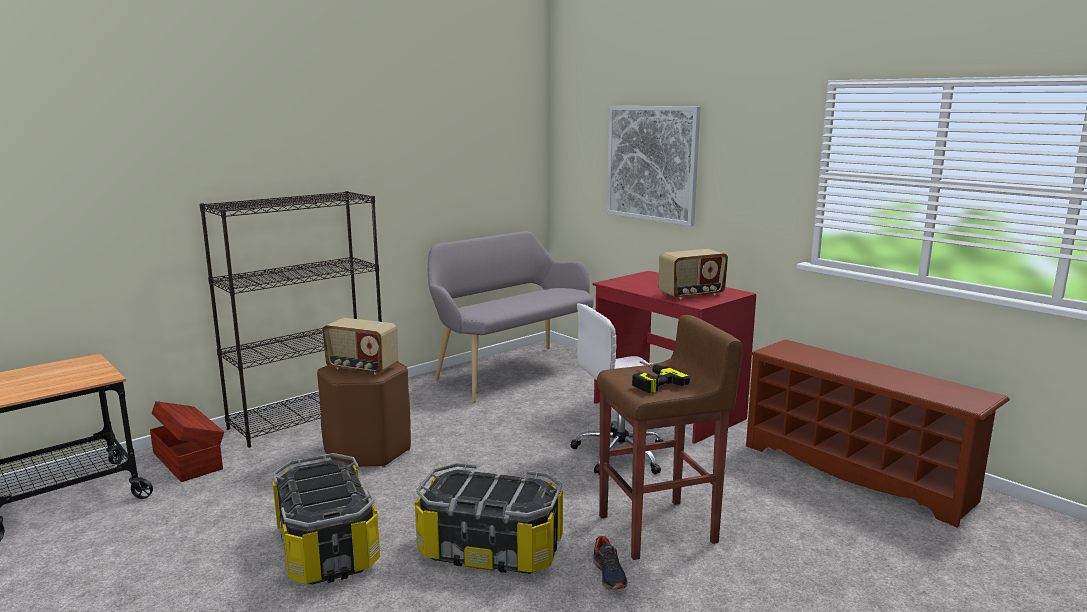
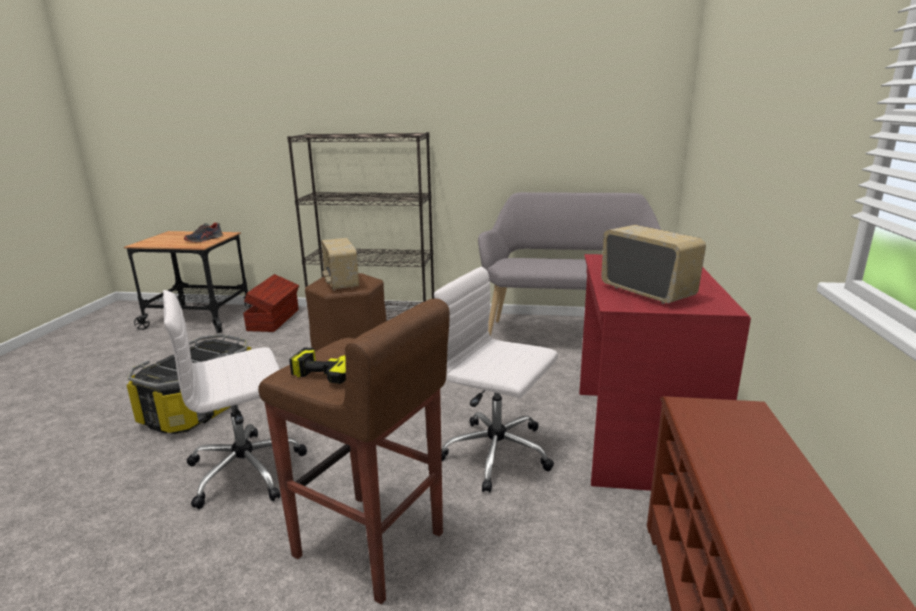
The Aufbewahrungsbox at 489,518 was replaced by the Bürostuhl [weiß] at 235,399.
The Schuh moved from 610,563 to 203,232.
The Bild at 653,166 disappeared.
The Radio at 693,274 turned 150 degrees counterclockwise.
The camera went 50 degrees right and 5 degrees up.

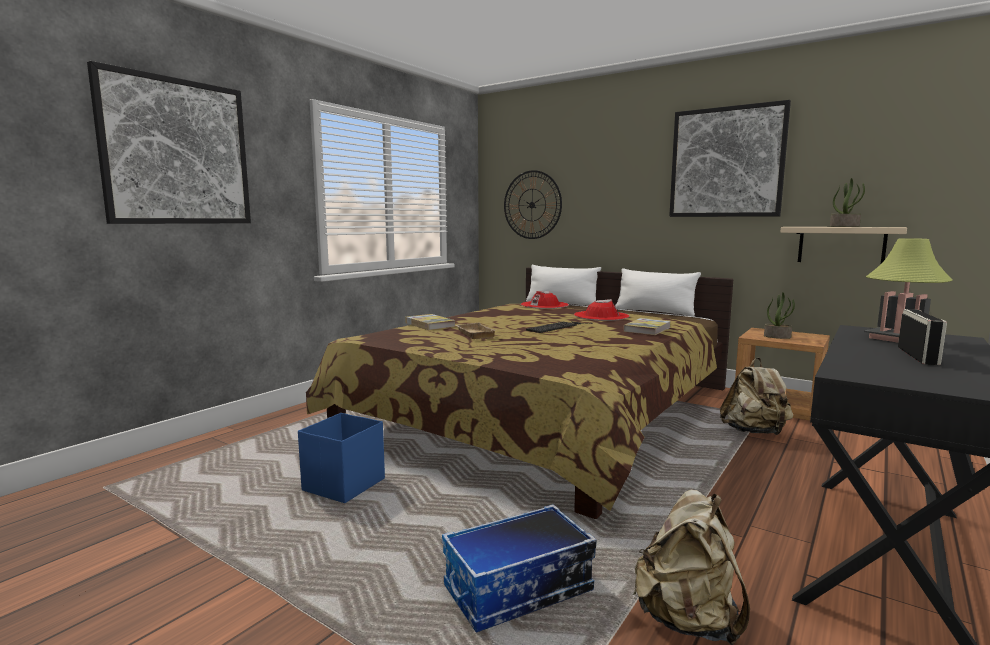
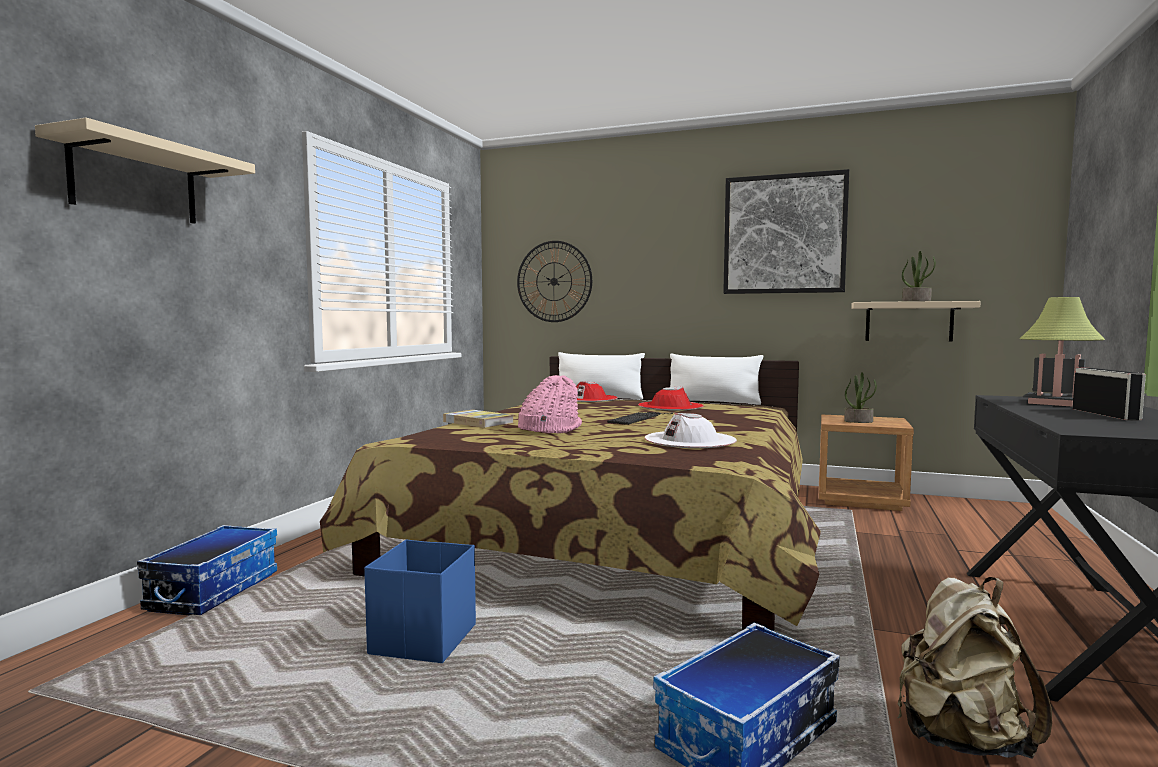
The Bild at 169,142 was replaced by the Wandregal [beige] at 145,171.
The Tablett [beige] at 475,330 was replaced by the Hut [rosa] at 550,404.
The Buch at 647,326 disappeared.
The Rucksack [beige] at 756,396 disappeared.
The Aufbewahrungsbox at 207,570 appeared.
The Hut [weiß] at 691,430 appeared.
The camera went 15 degrees left and 5 degrees down.

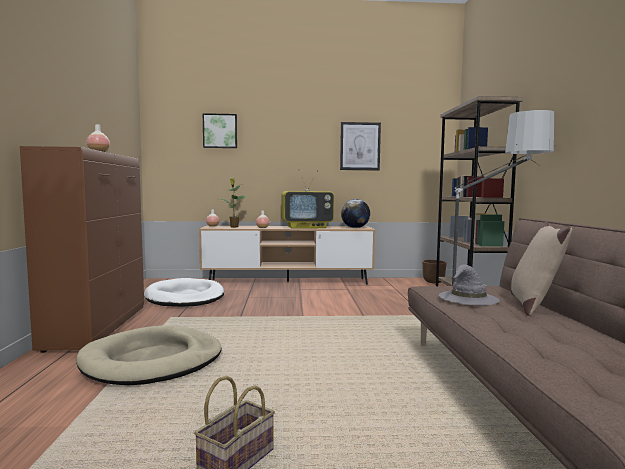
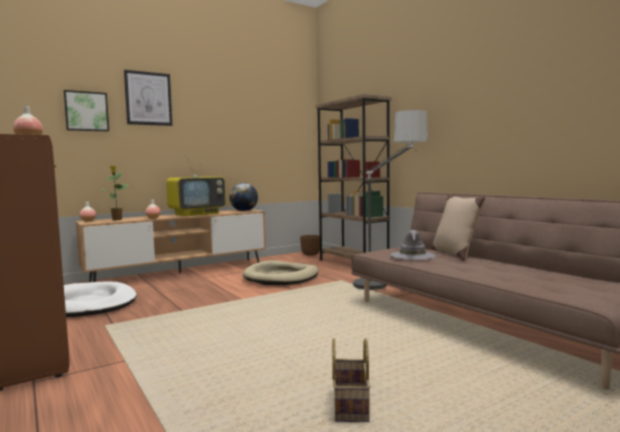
The Hundebett [beige] moved from 149,355 to 281,272.
The Bild moved from 360,146 to 148,98.
The camera went 30 degrees left and 0 degrees up.

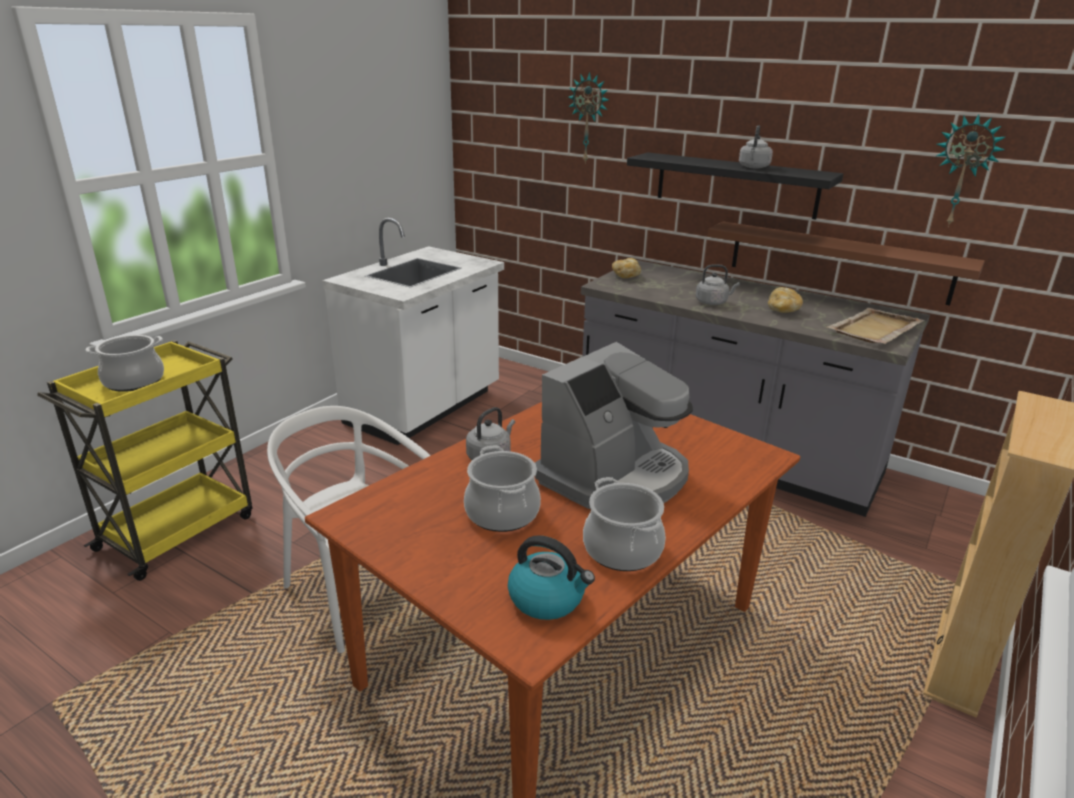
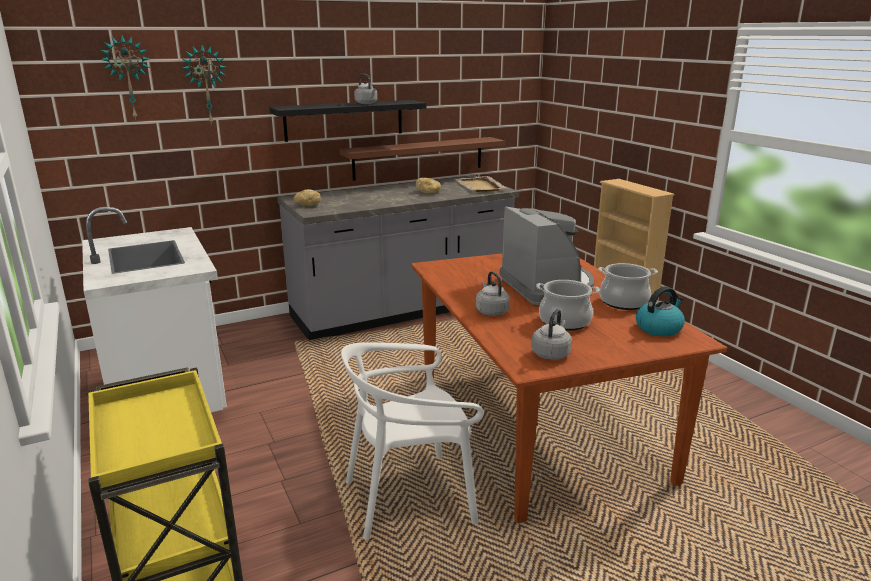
The Kochtopf at 125,363 disappeared.
The Wasserkessel [grau] moved from 718,284 to 552,334.
The Wanduhr moved from 971,170 to 125,77.
The camera went 60 degrees left and 5 degrees down.

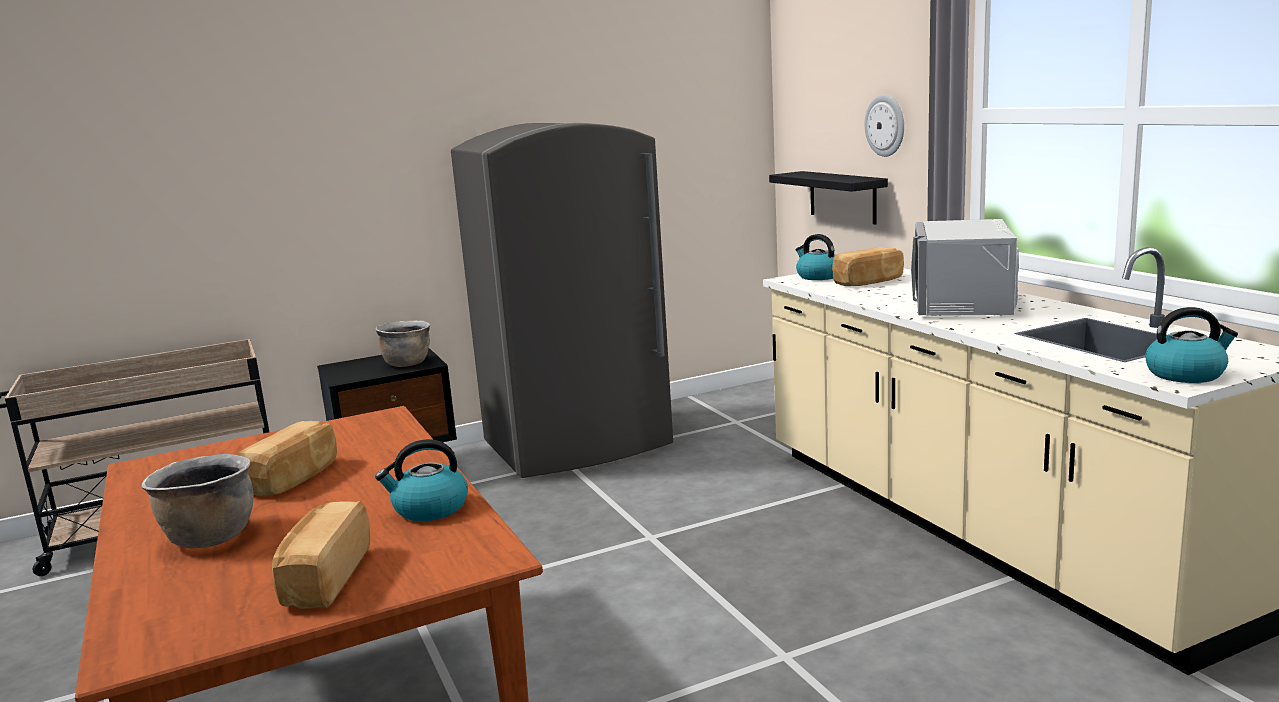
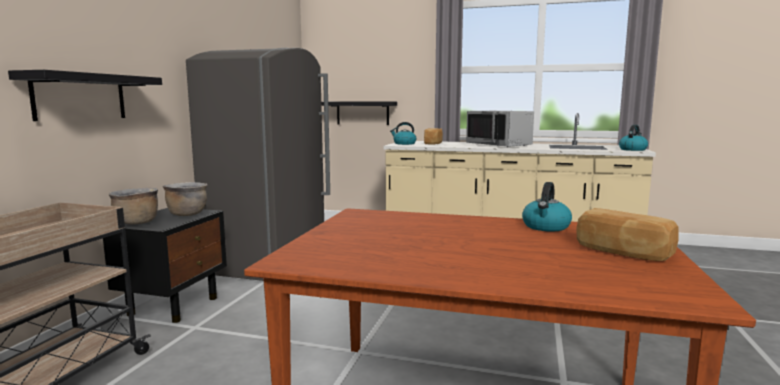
The Kochtopf [braun] moved from 198,501 to 133,206.
The Brot at 287,458 disappeared.
The Wanduhr at 884,126 disappeared.
The Wandregal [schwarz] at 85,95 appeared.
The camera went 50 degrees left and 5 degrees down.

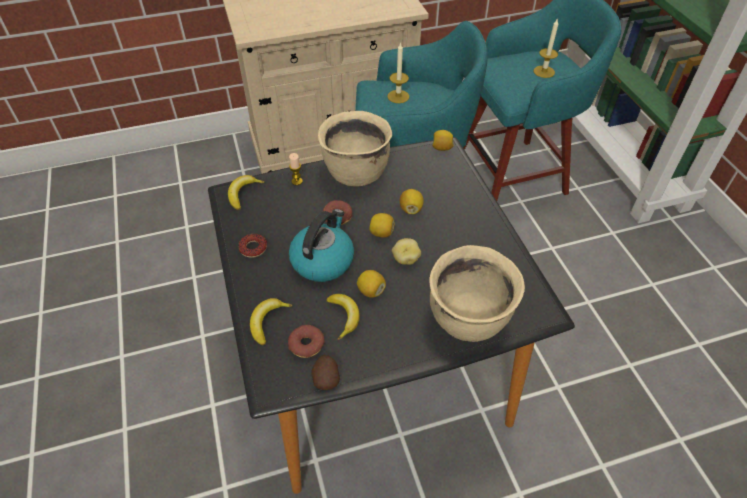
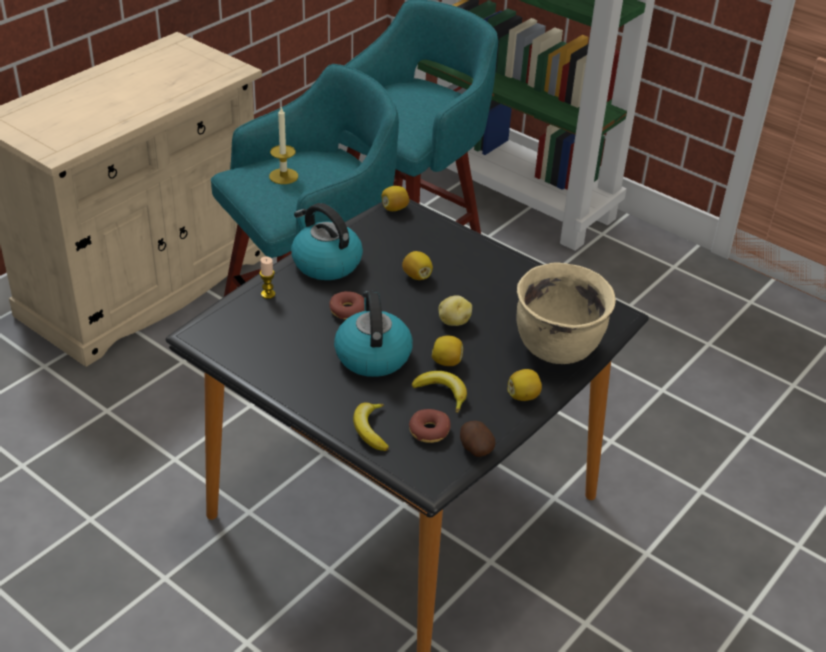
The Banane at 246,192 disappeared.
The Donut at 252,246 disappeared.
The Kochtopf [beige] at 355,149 was replaced by the Wasserkessel at 327,241.
The Zitrone moved from 382,225 to 524,385.
The Kerze at 546,48 disappeared.
The camera went 35 degrees left and 10 degrees down.

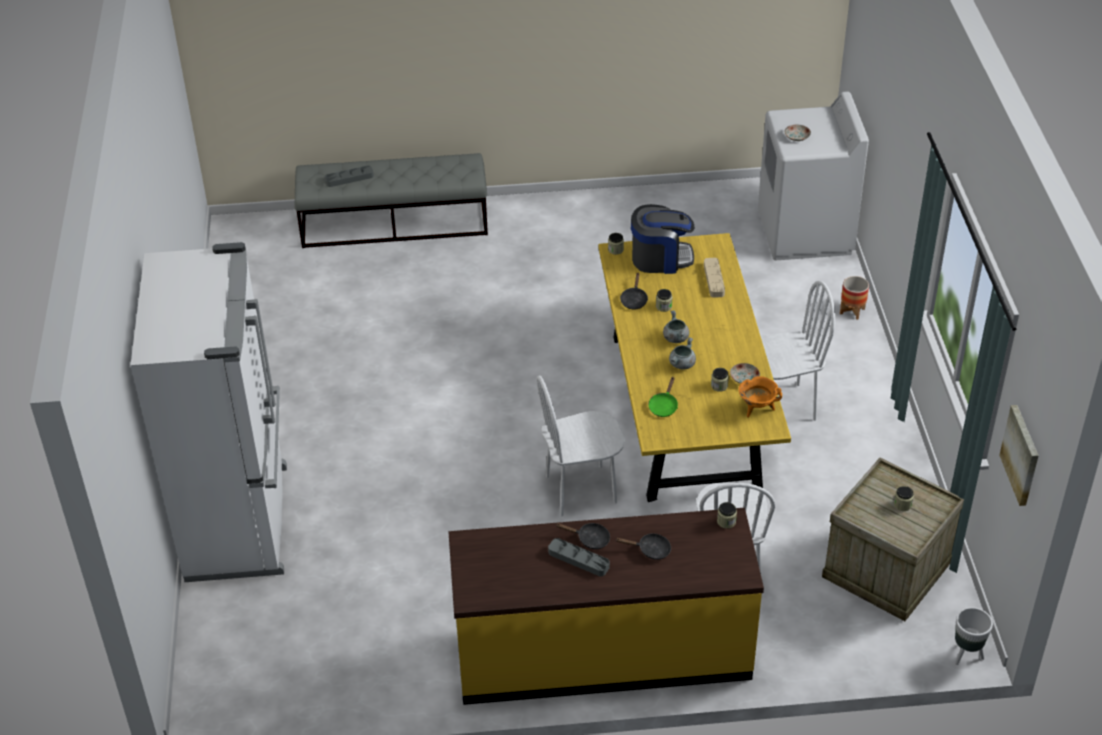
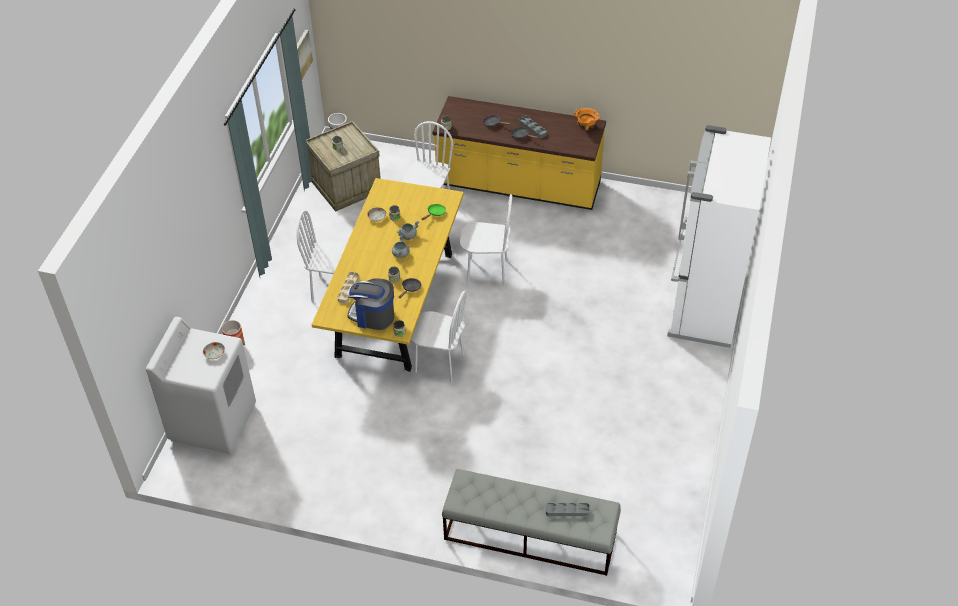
The Kochtopf [orange] moved from 760,396 to 587,119.
The Stuhl [weiß] at 439,337 appeared.
The camera went 160 degrees left and 5 degrees up.

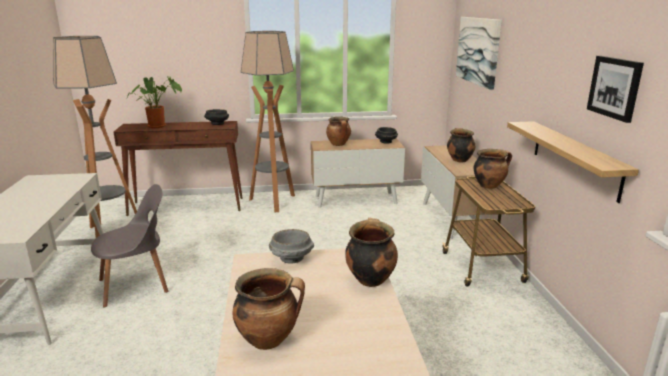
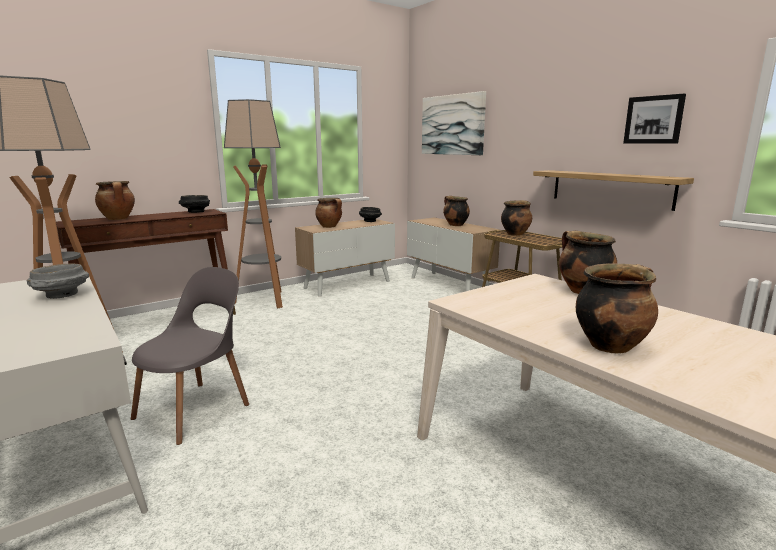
The Topfpflanze at 154,102 was replaced by the Kochtopf at 115,200.
The Schüssel [grau] moved from 291,246 to 58,281.
The camera went 30 degrees left and 5 degrees down.

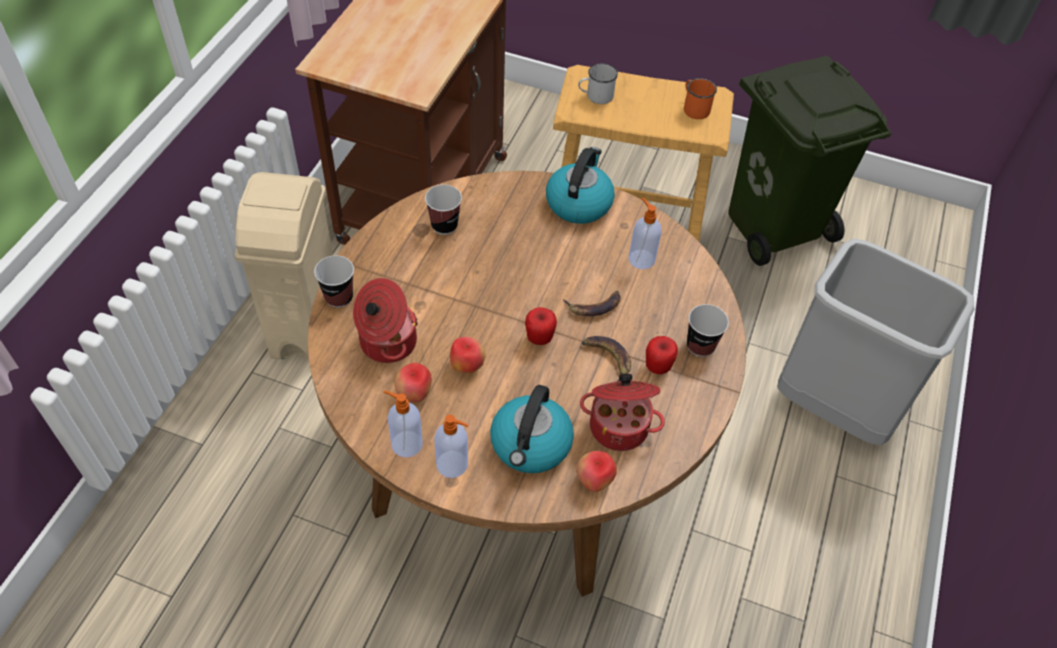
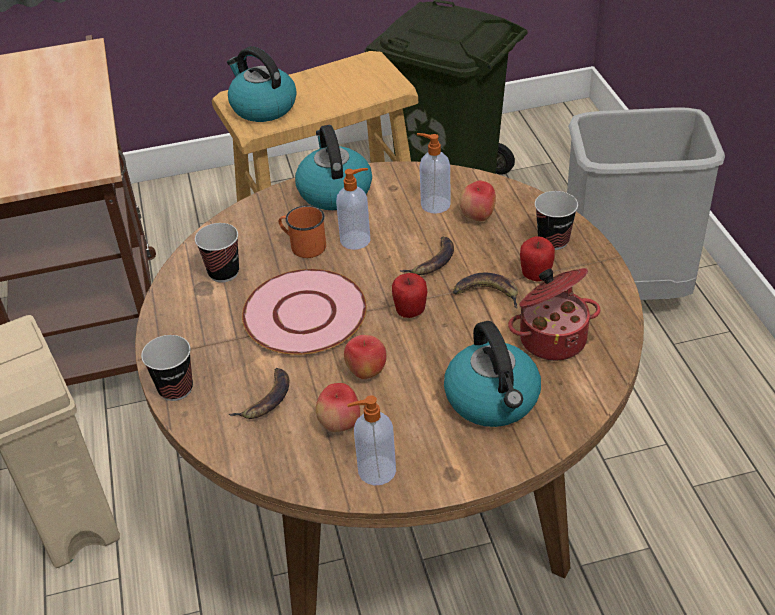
The Kochtopf at 385,320 was replaced by the Banane at 259,393.
The Seifenspender moved from 451,446 to 353,209.
The Apfel moved from 596,471 to 477,201.
The Henkelbecher [weiß] at 598,83 was replaced by the Wasserkessel at 262,84.
The Henkelbecher [orange] moved from 700,98 to 302,231.
The Teller [rosa] at 304,312 appeared.
The camera went 30 degrees left and 10 degrees down.

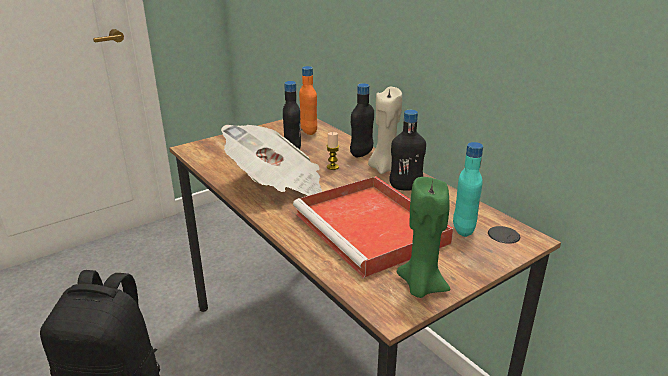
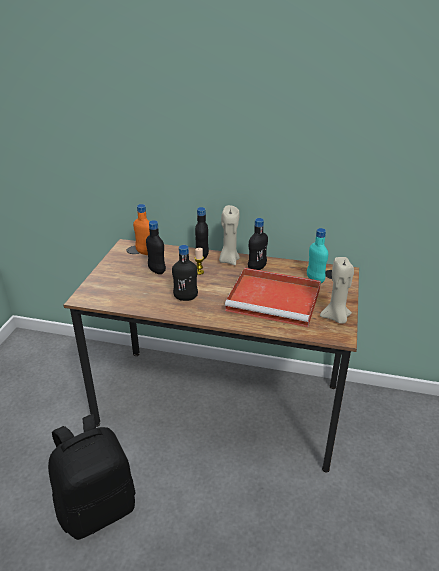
The Zeitung at 271,160 was replaced by the Flasche [schwarz] at 185,273.
The Kerze [grün] at 424,237 became the Kerze [beige] at 337,290.
The camera went 40 degrees left and 5 degrees up.

